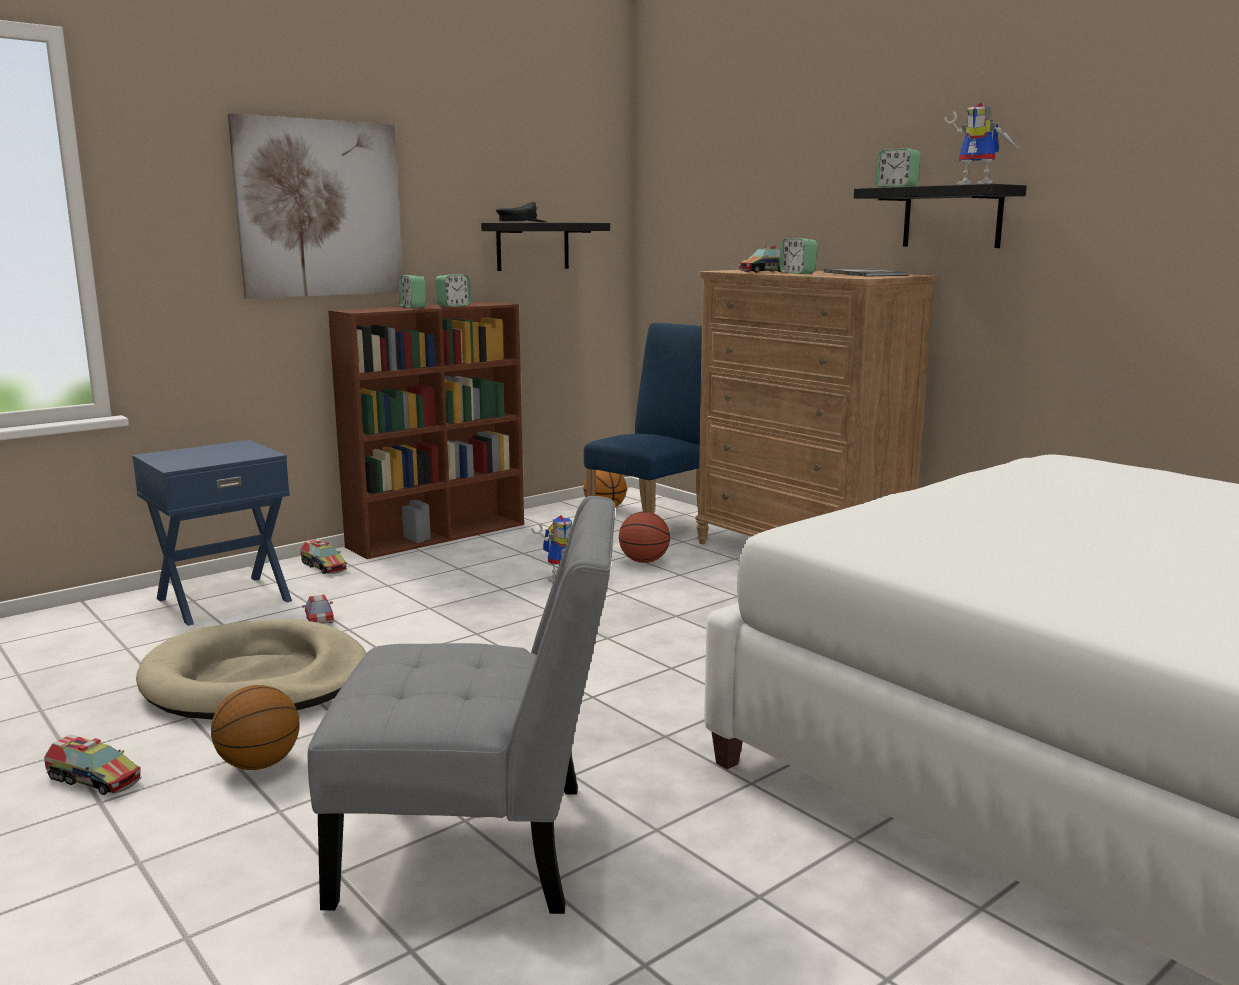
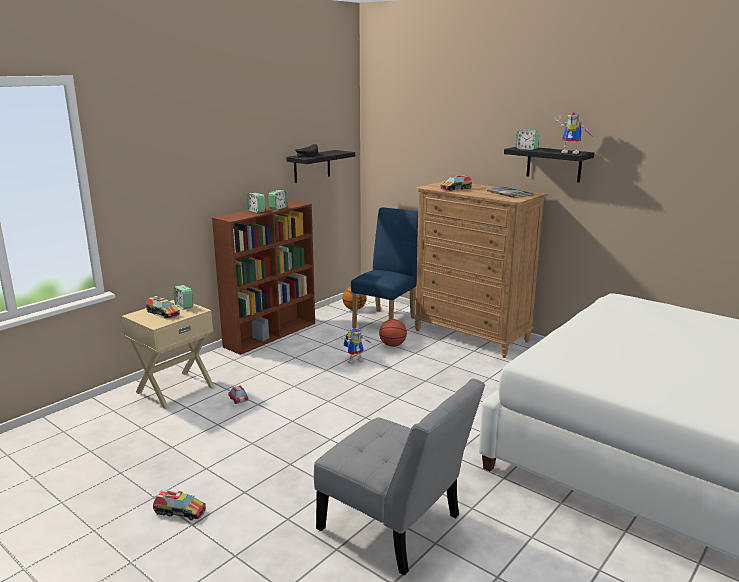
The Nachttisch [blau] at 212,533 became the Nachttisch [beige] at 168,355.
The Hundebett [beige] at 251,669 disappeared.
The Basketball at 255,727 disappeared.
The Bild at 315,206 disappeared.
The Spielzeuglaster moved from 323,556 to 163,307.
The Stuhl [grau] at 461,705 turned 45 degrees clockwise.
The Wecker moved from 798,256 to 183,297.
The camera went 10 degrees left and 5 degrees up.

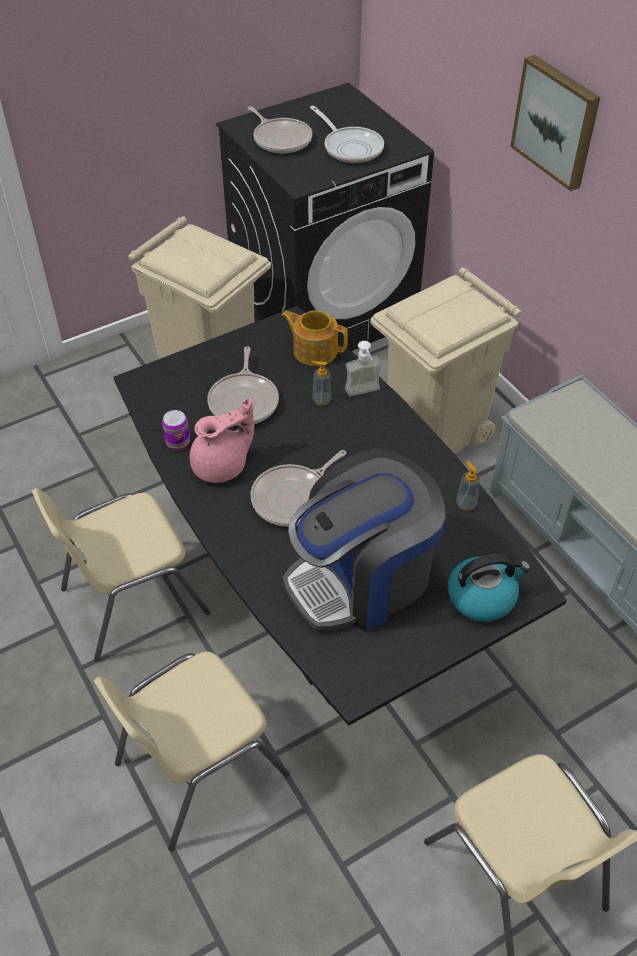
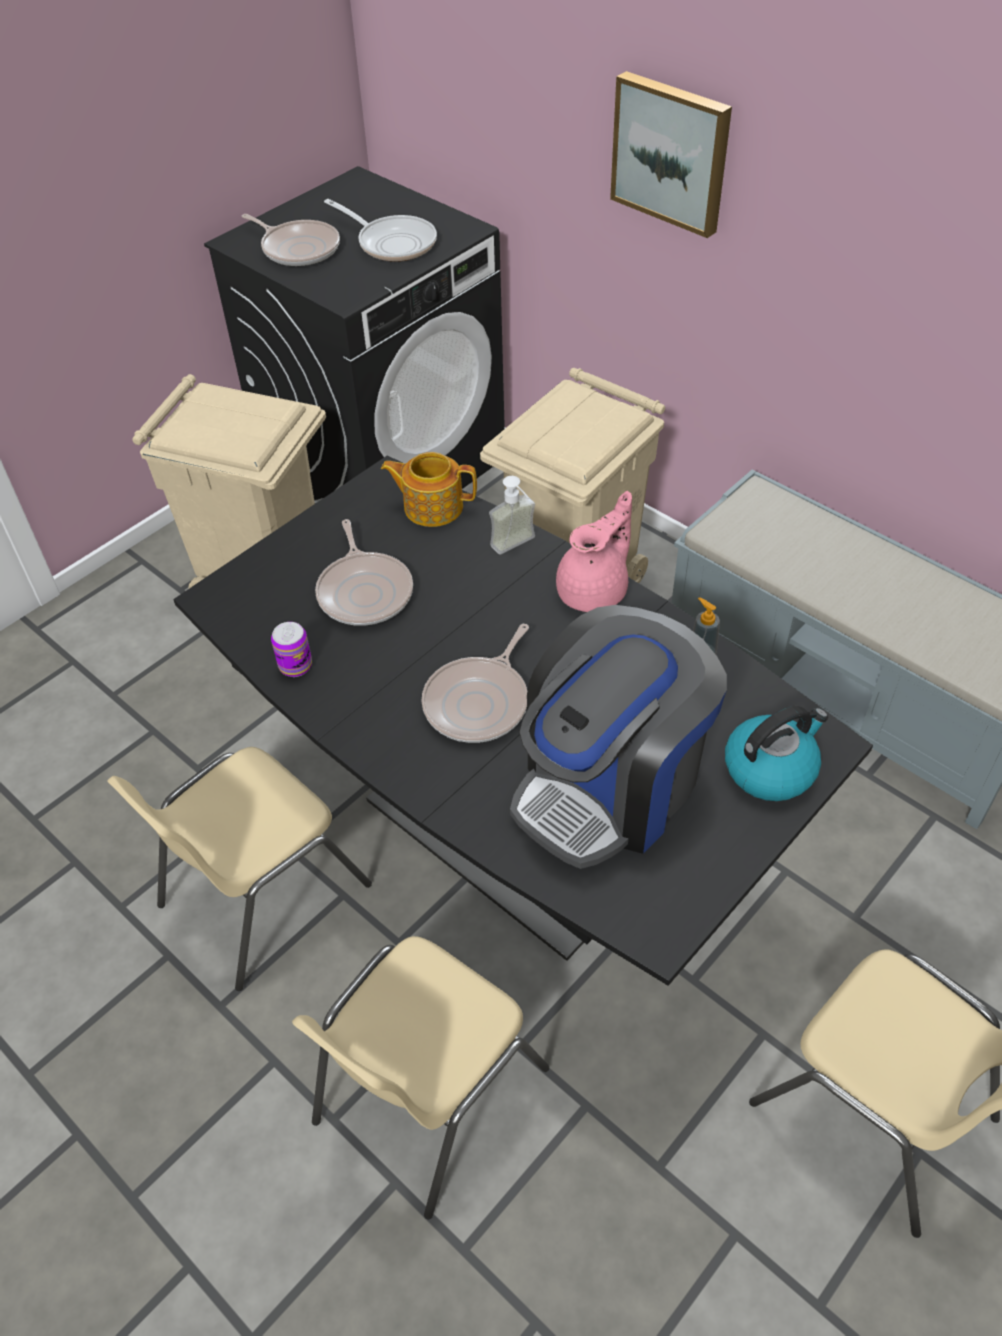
The Teekanne [rosa] moved from 222,440 to 594,551.
The Seifenspender at 322,383 disappeared.
The camera went 15 degrees left and 0 degrees up.

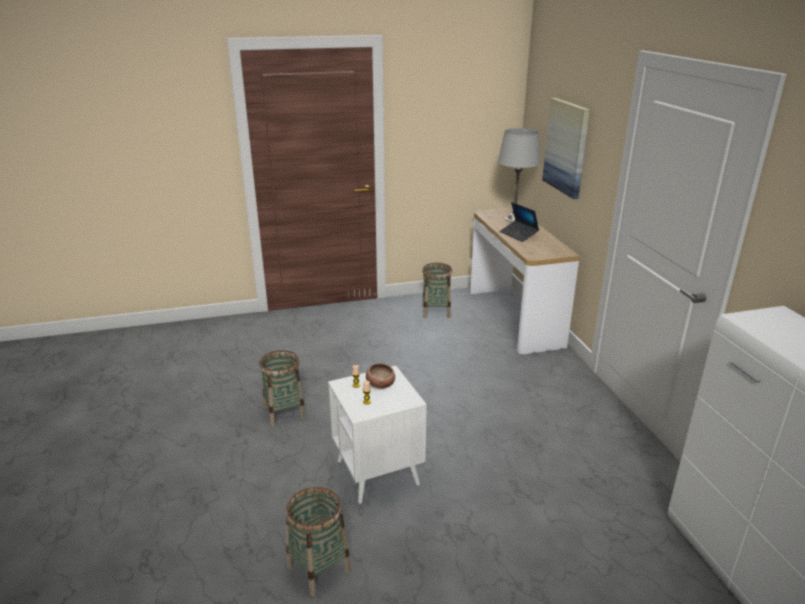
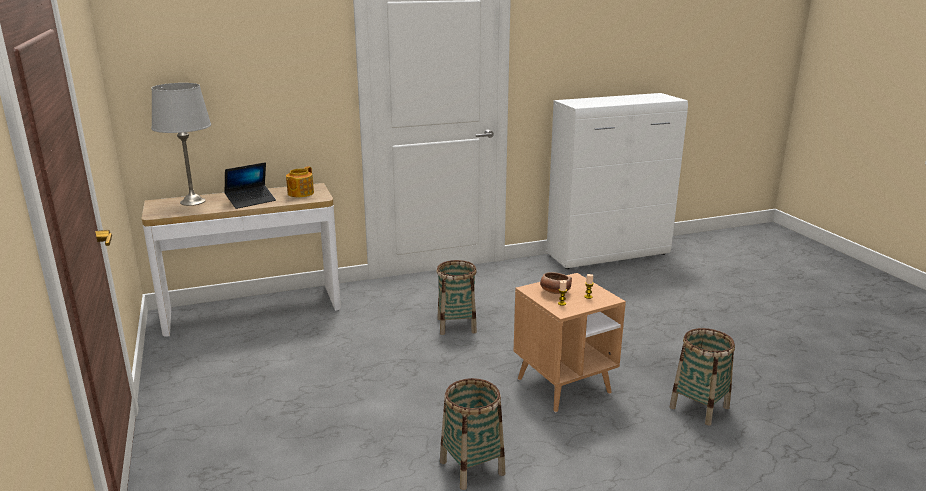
The Beistelltisch [weiß] at 377,435 became the Beistelltisch [braun] at 570,343.
The Korb moved from 437,290 to 457,297.
The Bild at 566,148 disappeared.
The Teekanne at 300,181 appeared.
The camera went 95 degrees left and 5 degrees down.

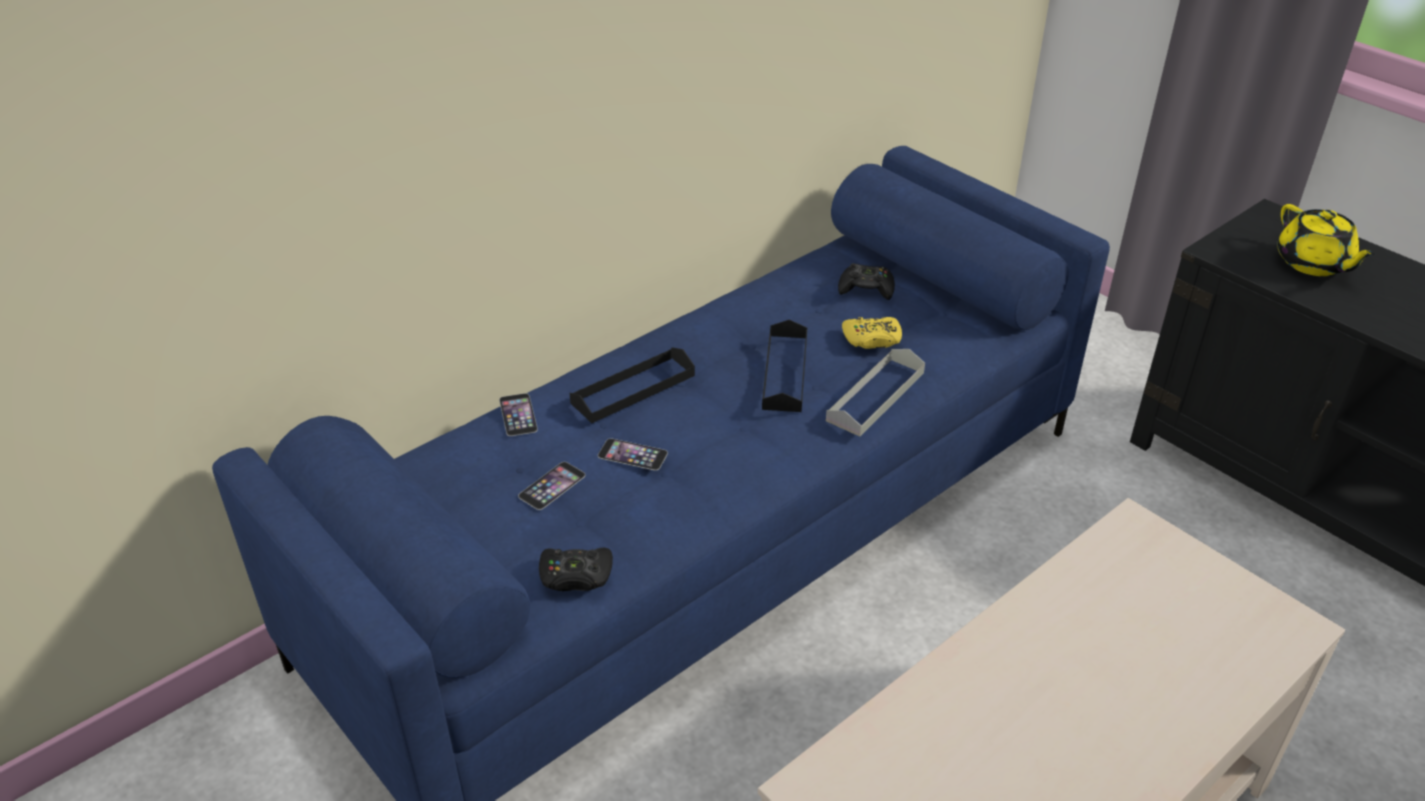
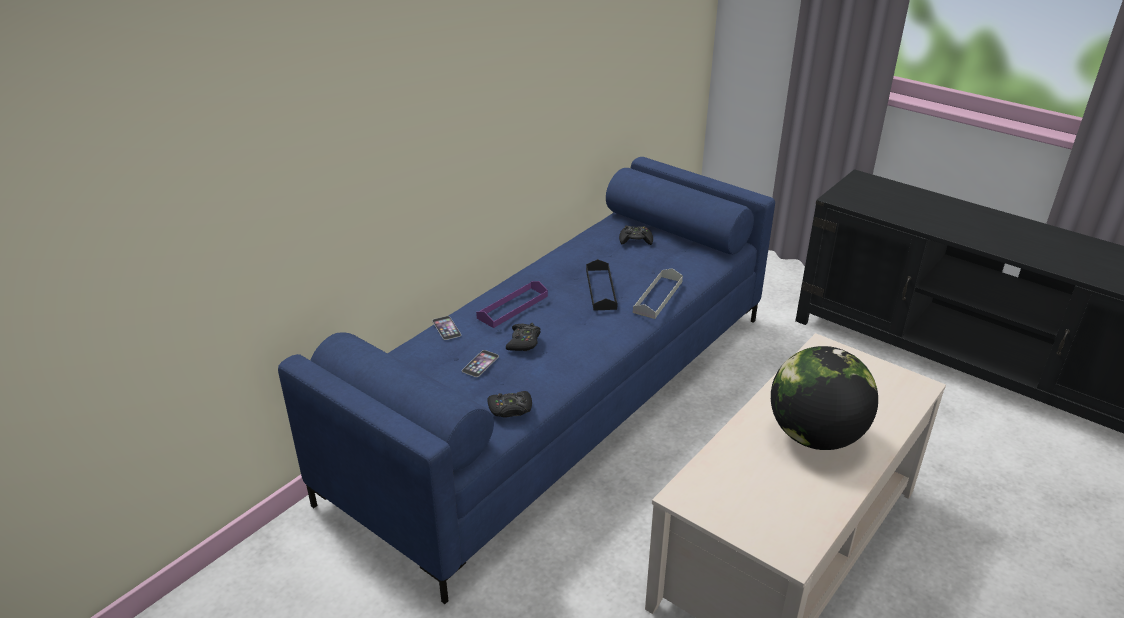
The Tablett [schwarz] at 632,385 became the Tablett [lila] at 512,304.
The Handy at 633,455 was replaced by the Gamepad [schwarz] at 523,337.
The Gamepad [gelb] at 872,333 disappeared.
The Teekanne [gelb] at 1326,240 disappeared.
The Globus at 824,398 appeared.
The camera went 10 degrees left and 5 degrees down.

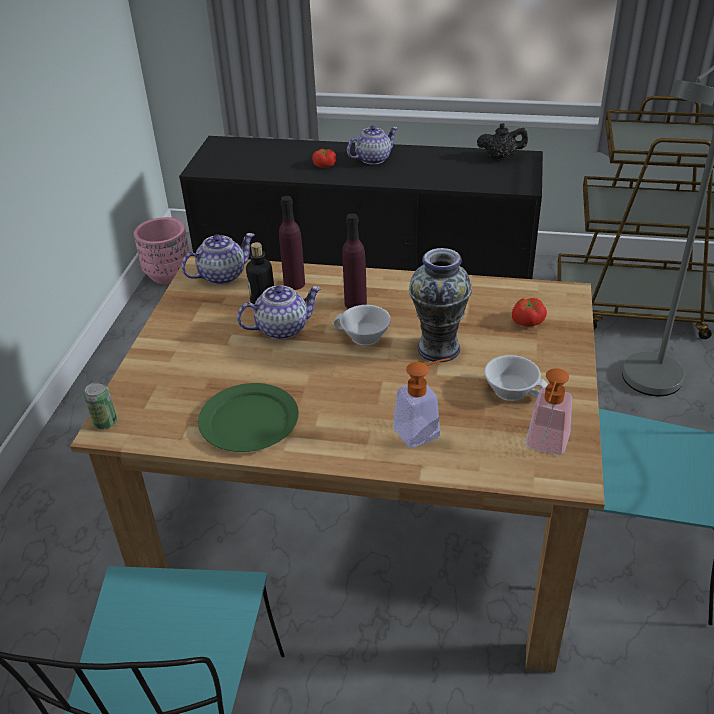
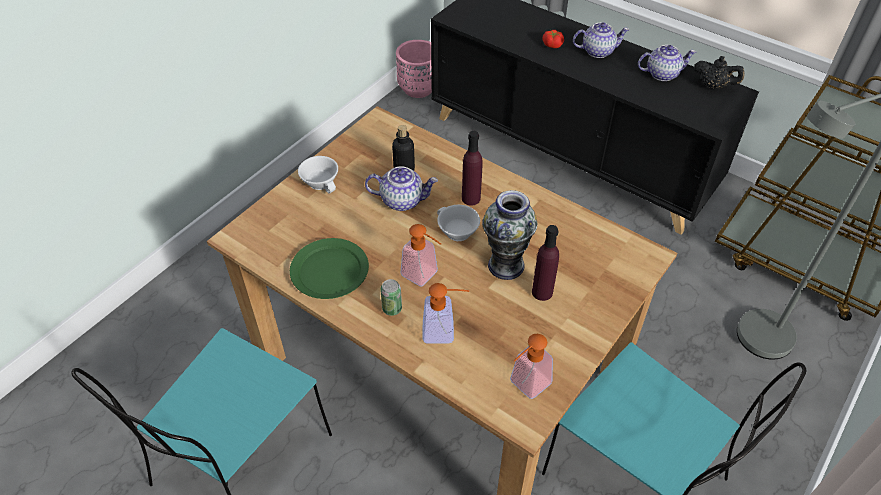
The Dose moved from 100,406 to 391,297.
The Teekanne moved from 217,259 to 667,63.
The Flasche [lila] moved from 292,243 to 545,263.
The Tasse [weiß] moved from 516,378 to 318,174.
The Tomate at 529,312 disappeared.
The Seifenspender at 420,255 appeared.
The camera went 25 degrees right and 10 degrees up.

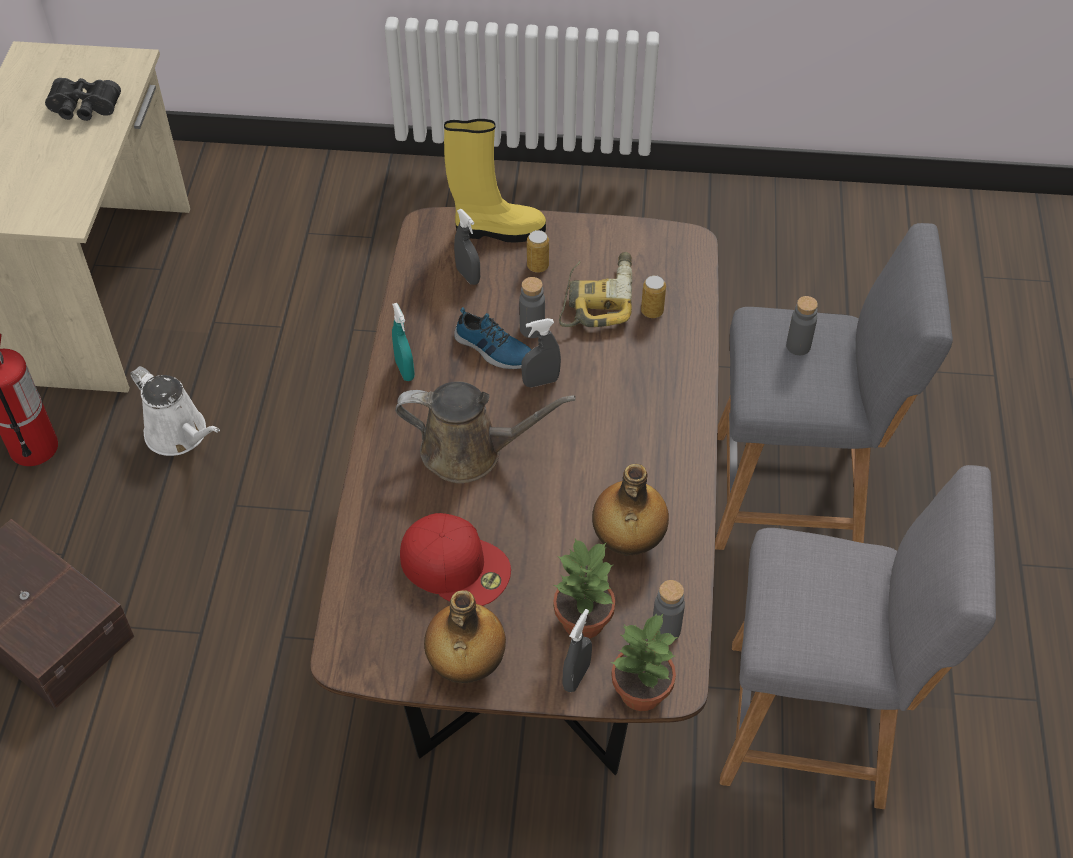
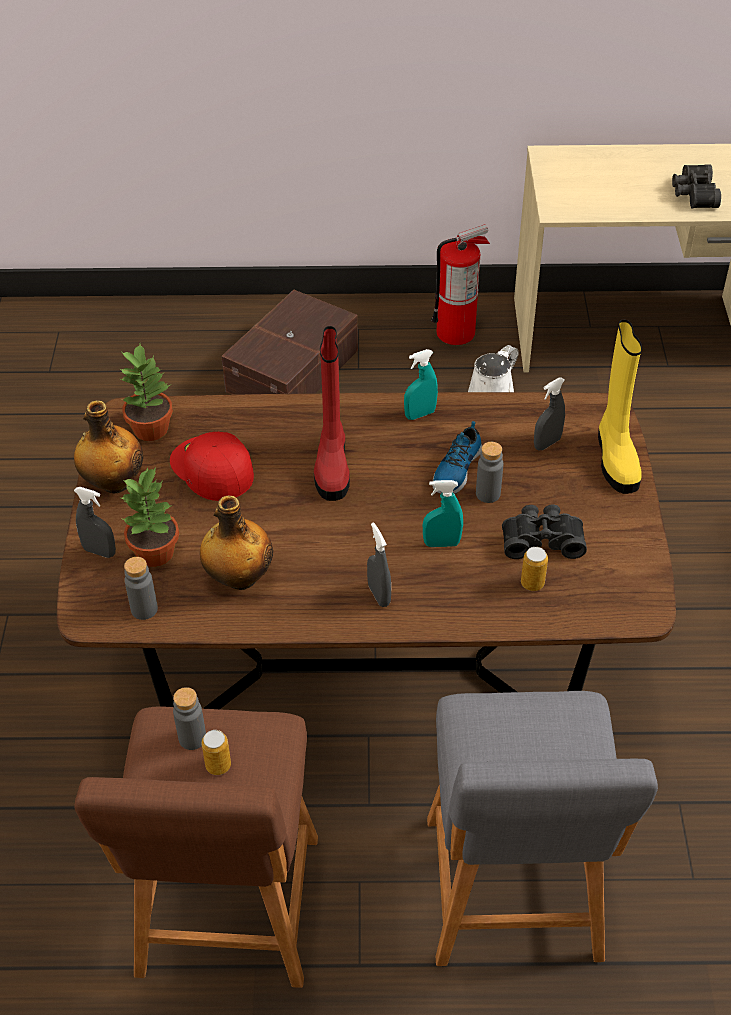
The Gießkanne [braun] at 485,432 was replaced by the Stiefel [rot] at 332,413.
The Kappe [rot] at 455,559 turned 120 degrees clockwise.
The Sprühflasche [grau] moved from 541,352 to 379,564.
The Dose moved from 538,251 to 216,752.
The Bohrmaschine at 595,289 was replaced by the Fernglas [schwarz] at 544,531.
The Topfpflanze moved from 644,662 to 146,392.
The Hocker [grau] at 858,637 became the Hocker [braun] at 196,847.
The Flasche [grau] moved from 802,325 to 189,718.
The Sprühflasche [türkis] at 443,513 appeared.
The camera went 85 degrees right and 5 degrees down.

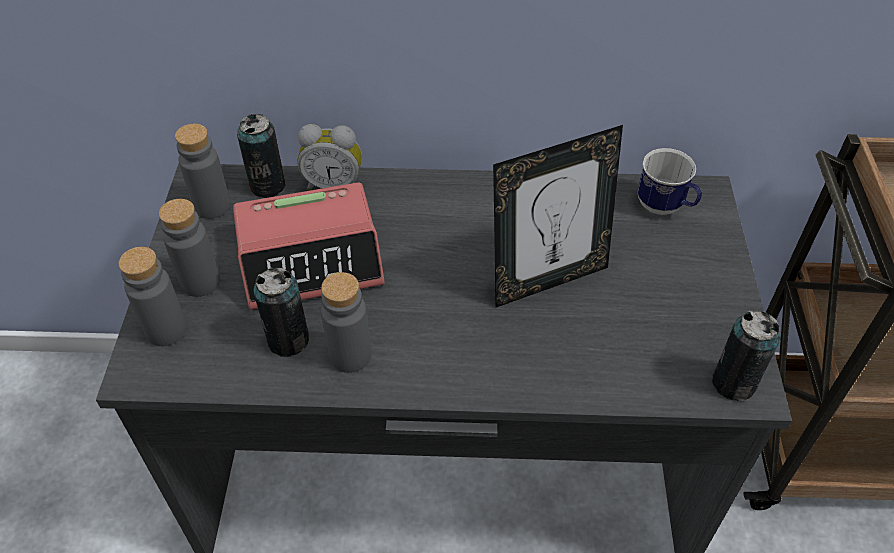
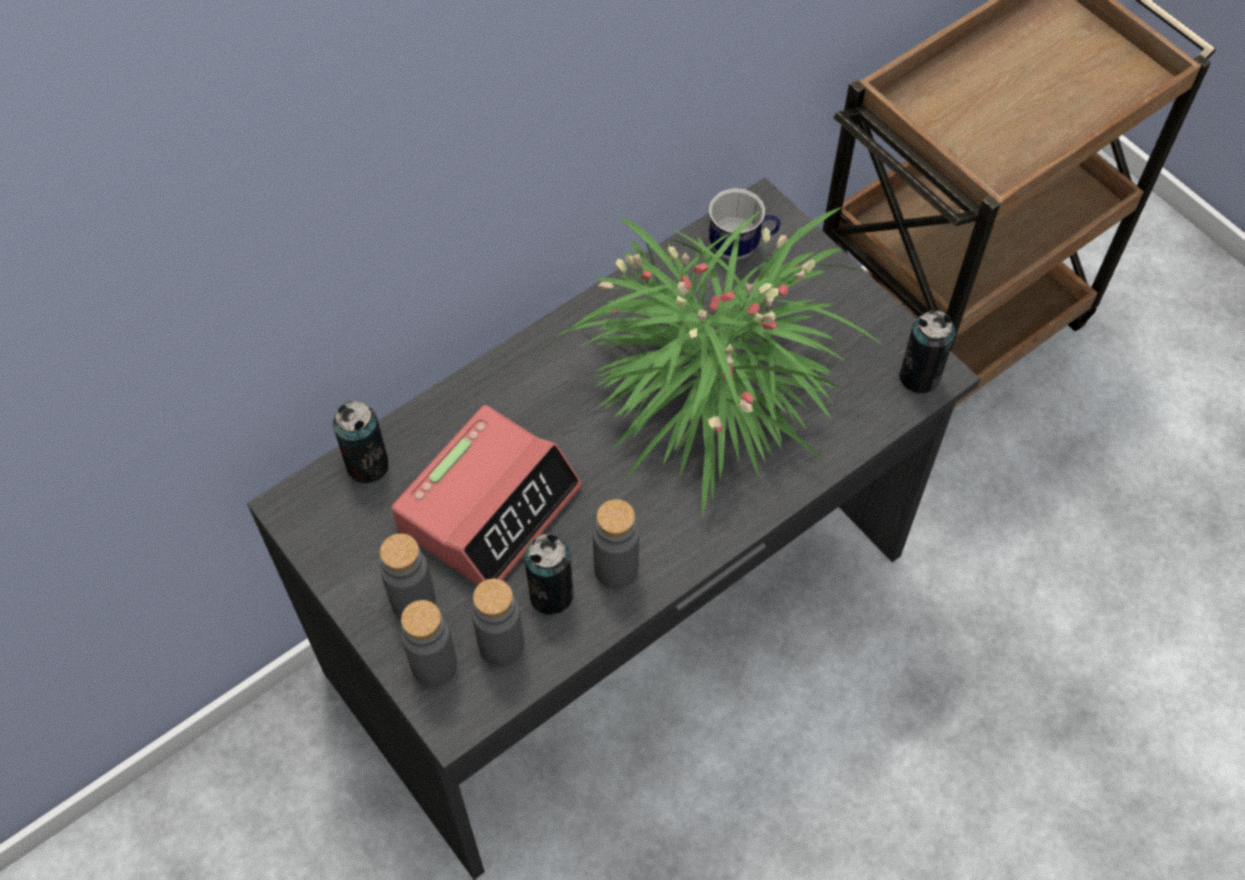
The Flasche [grau] moved from 202,171 to 498,622.
The Wecker at 329,157 disappeared.
The Bilderrahmen at 558,216 was replaced by the Topfpflanze at 712,362.
The camera went 40 degrees left and 10 degrees up.

